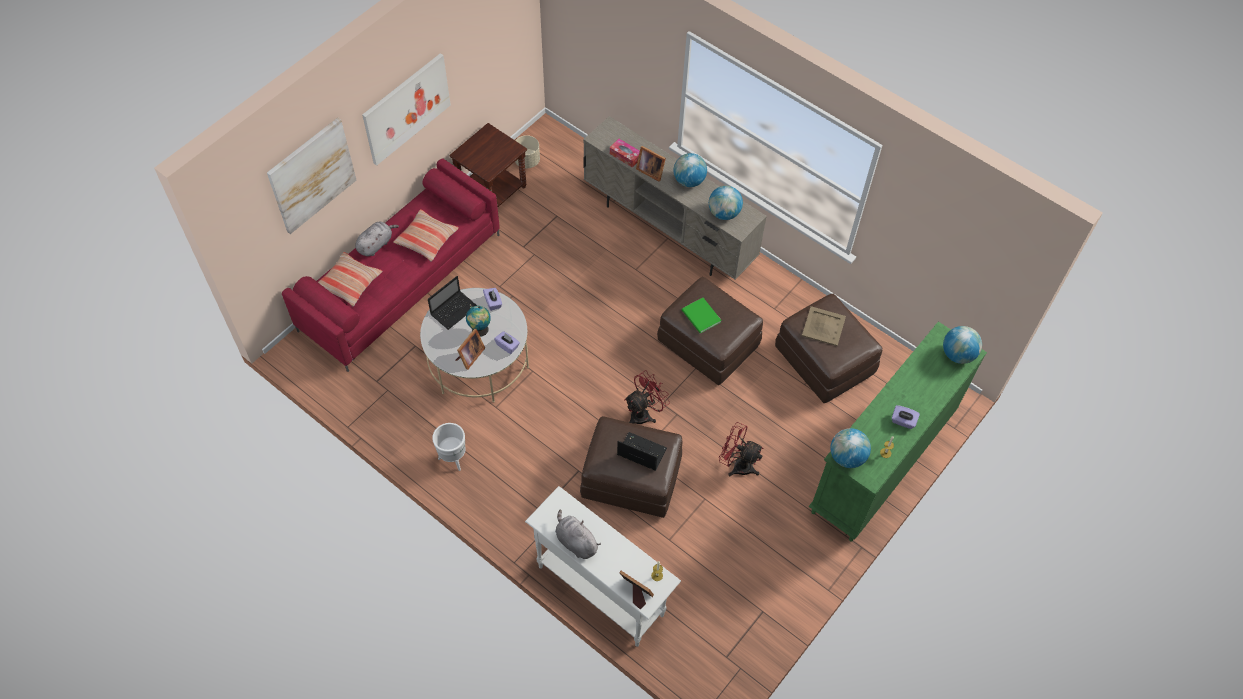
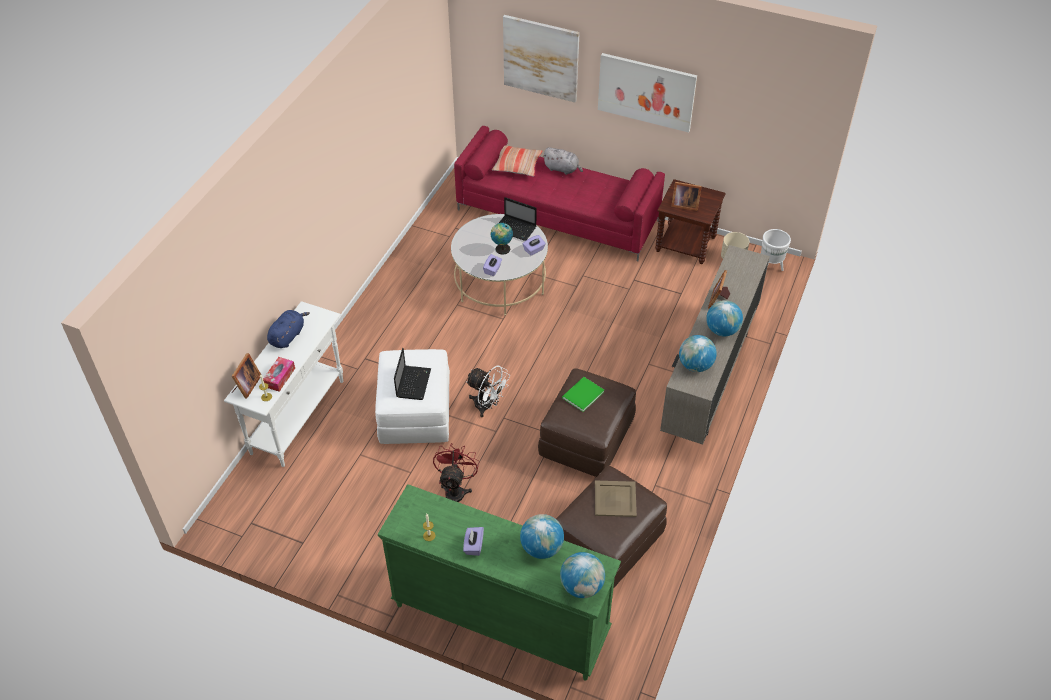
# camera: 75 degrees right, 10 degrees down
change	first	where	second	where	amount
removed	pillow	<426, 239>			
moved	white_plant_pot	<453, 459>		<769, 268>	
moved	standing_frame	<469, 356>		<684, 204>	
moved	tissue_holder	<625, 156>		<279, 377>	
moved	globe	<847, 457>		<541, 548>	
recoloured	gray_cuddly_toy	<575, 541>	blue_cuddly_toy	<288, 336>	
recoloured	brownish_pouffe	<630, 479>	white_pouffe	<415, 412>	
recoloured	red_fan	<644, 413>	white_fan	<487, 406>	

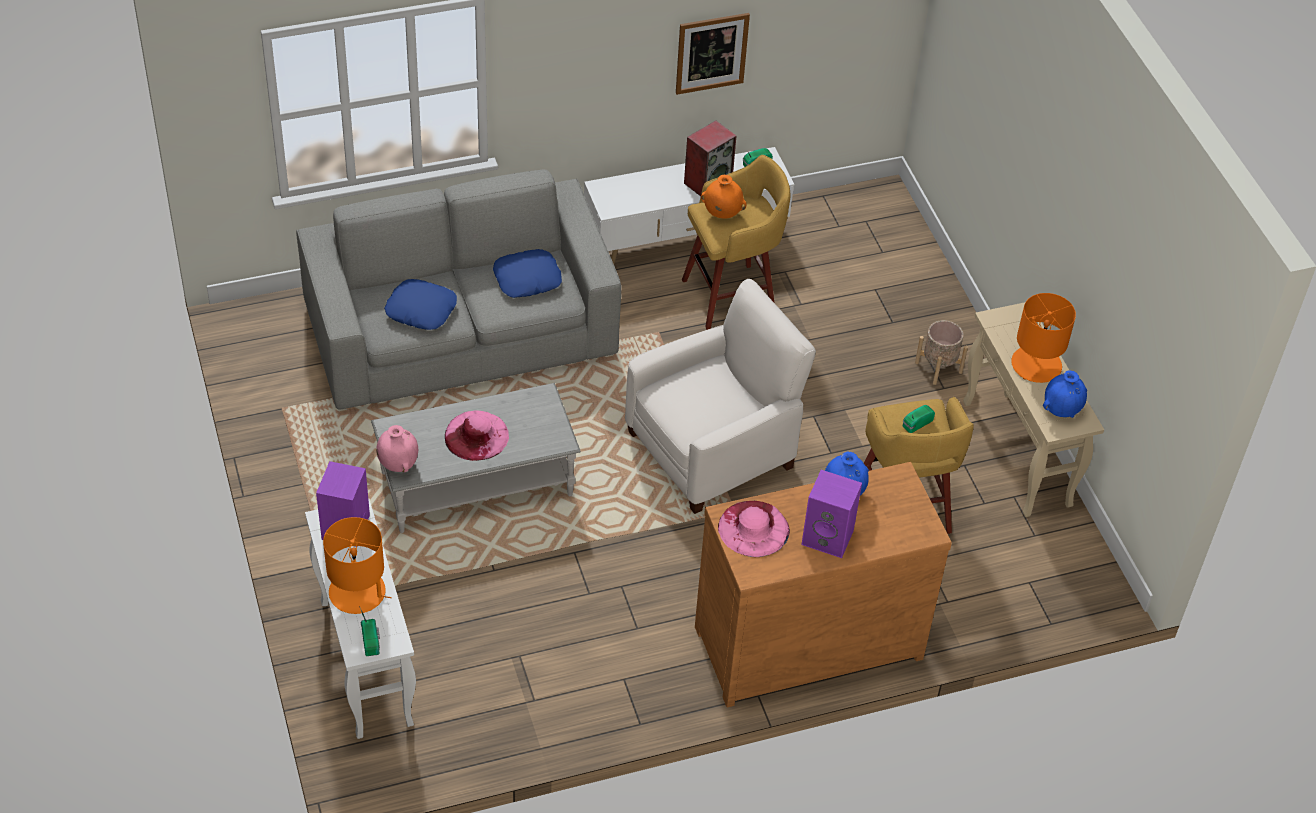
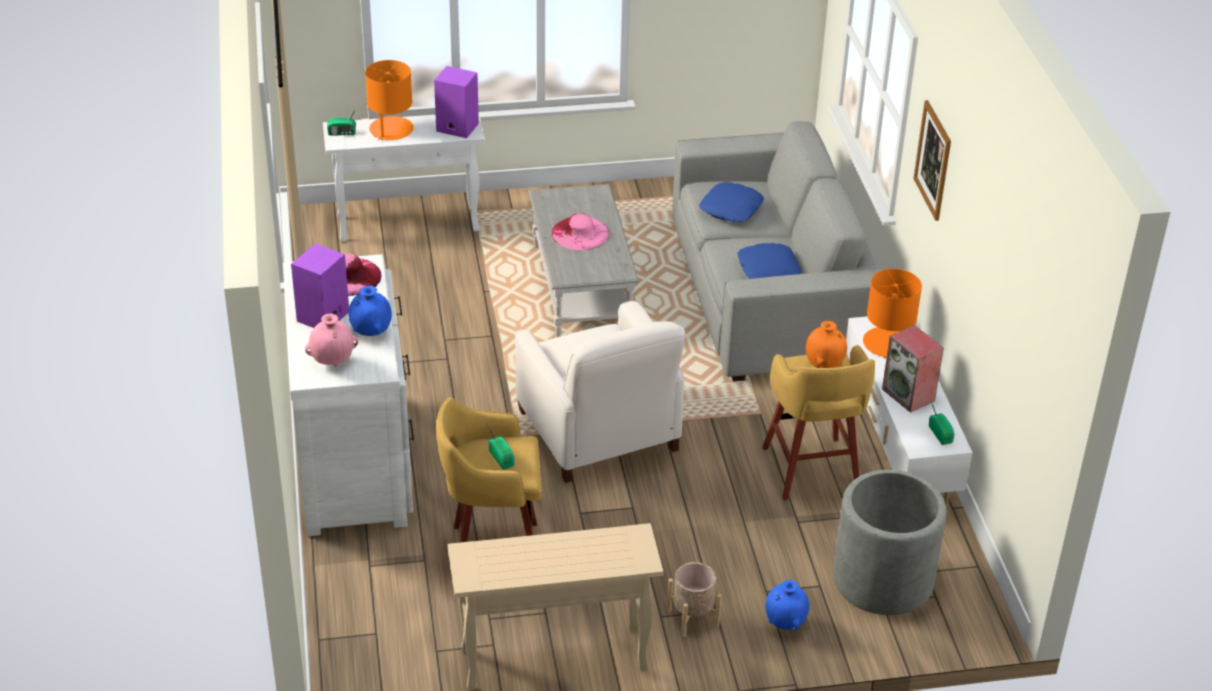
# camera: 100 degrees right, 10 degrees down
change	first	where	second	where	amount
added			gray_plant_pot	<882, 580>	
moved	pink-coloured_vase	<398, 464>		<333, 361>	
moved	wall_picture	<711, 53>		<933, 160>	
moved	orange_tabletop_lamp	<1035, 364>		<888, 343>	
moved	blue_vase	<1061, 410>		<785, 623>	
recoloured	brownish_dresser	<806, 639>	white_dresser	<355, 462>	

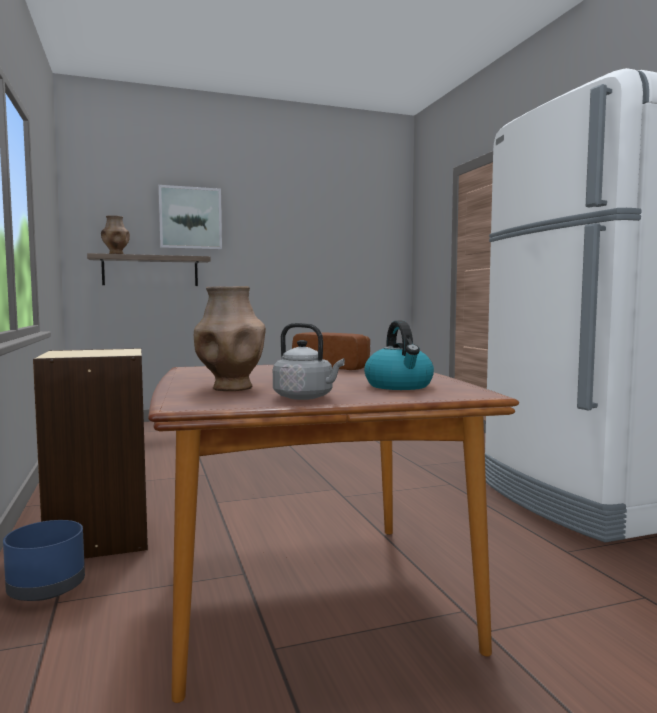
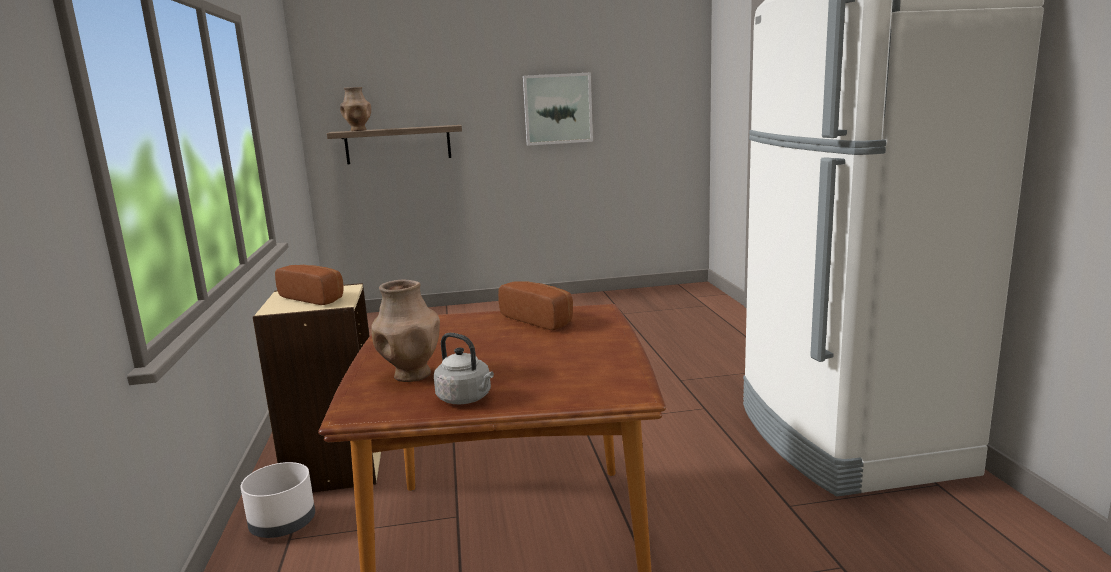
# camera: 10 degrees right, 10 degrees up
change	first	where	second	where	amount
removed	kettle	<399, 386>			
added			bakery_bread	<315, 297>	
moved	wall_picture	<190, 218>		<558, 109>	
recoloured	blue_plant_pot	<47, 588>	white_plant_pot	<283, 523>	

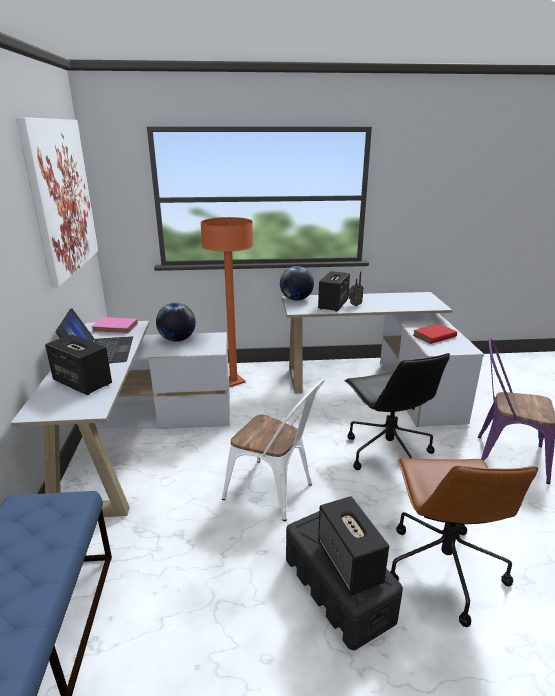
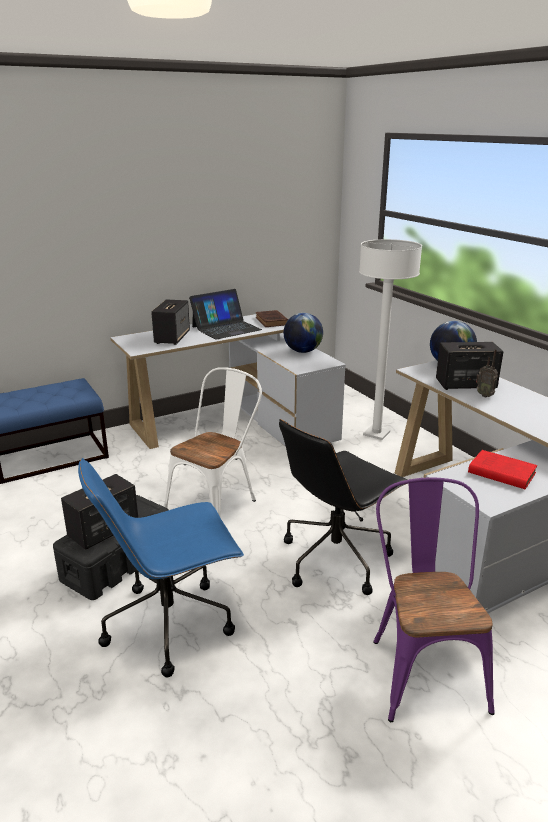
# camera: 65 degrees right, 0 degrees up
change	first	where	second	where	amount
removed	wall_picture	<61, 197>			
recoloured	pink-coloured_volume	<116, 328>	brownish_volume	<272, 321>	
recoloured	orange_floor_lamp	<233, 381>	white_floor_lamp	<376, 434>	
recoloured	brownish_office_chair	<442, 567>	blue_office_chair	<171, 623>	
turned	white_chair	<275, 492>		<217, 503>	150 degrees counterclockwise

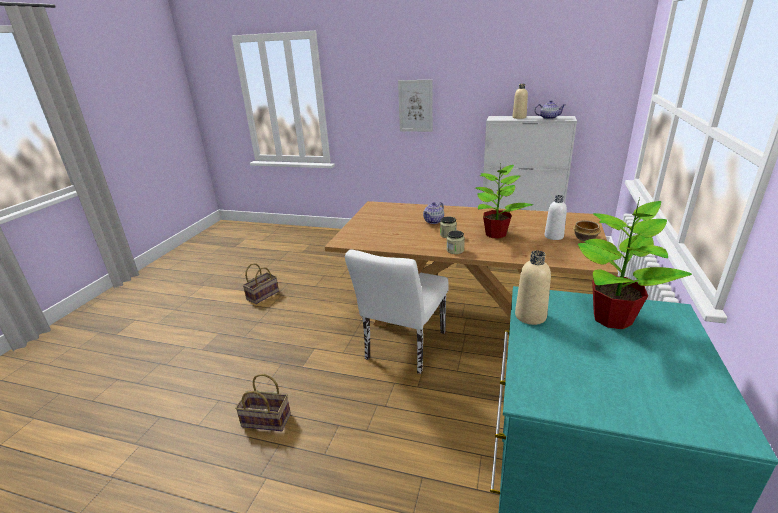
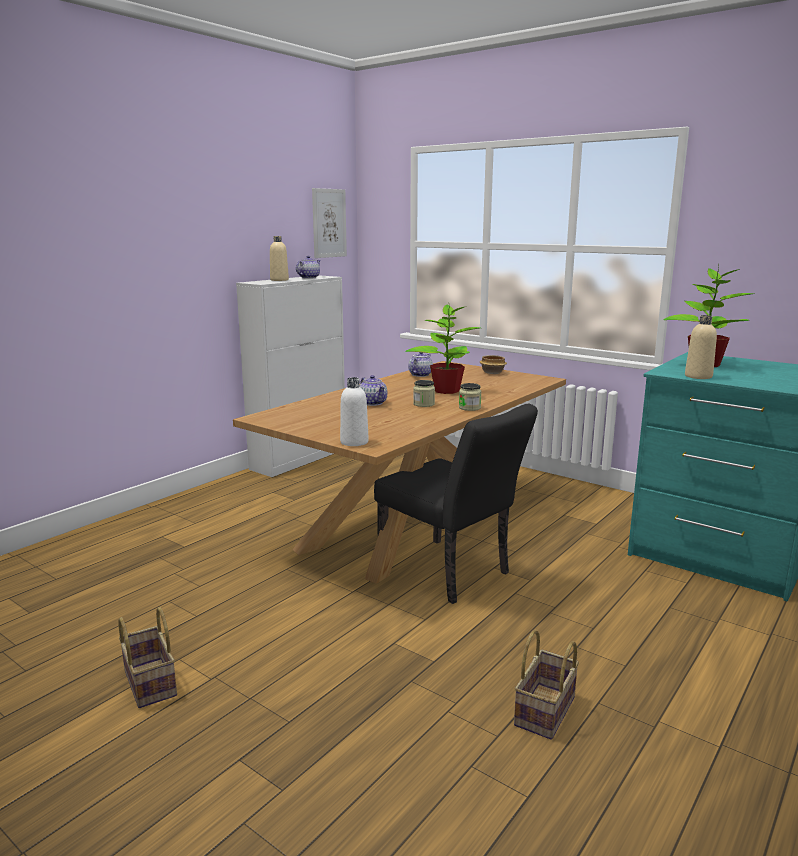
# camera: 70 degrees left, 10 degrees down
change	first	where	second	where	amount
added			pot_for_tea	<420, 375>	
moved	wall_picture	<415, 106>		<329, 223>	
moved	white_beverage_bottle	<553, 236>		<354, 442>	
recoloured	white_chair	<402, 349>	black_chair	<451, 574>	

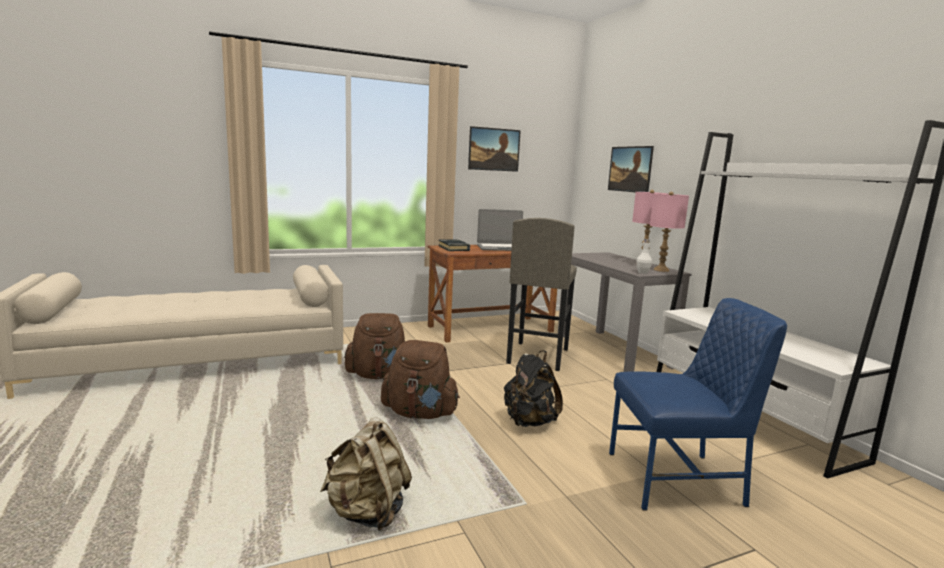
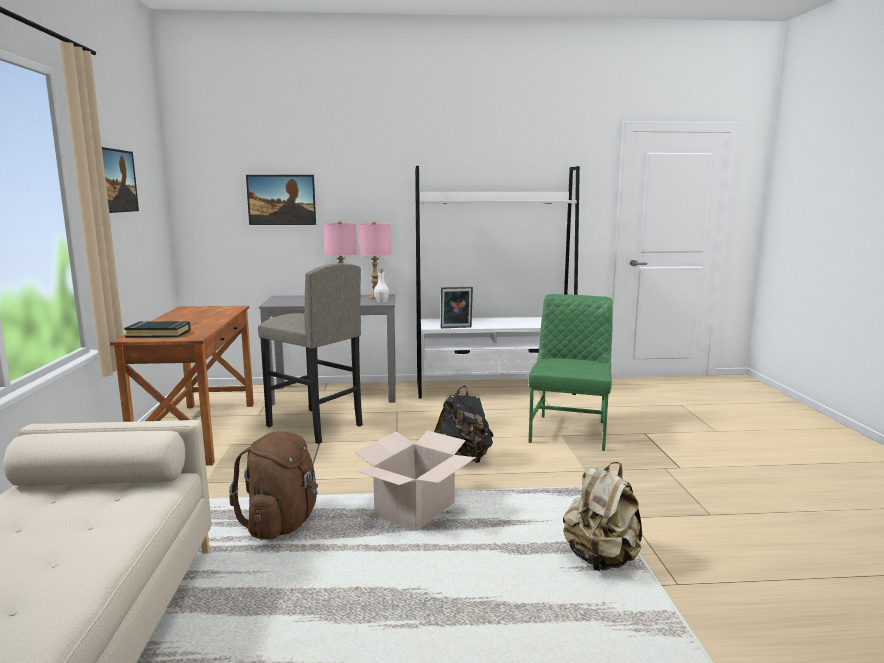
# camera: 70 degrees left, 0 degrees up
change	first	where	second	where	amount
removed	portable_computer	<502, 248>			
added			standing_frame	<456, 328>	
replaced	brownish_rucksack	<420, 413>	cardboard_box	<415, 510>	
recoloured	blue_chair	<677, 479>	greenish_chair	<570, 431>	

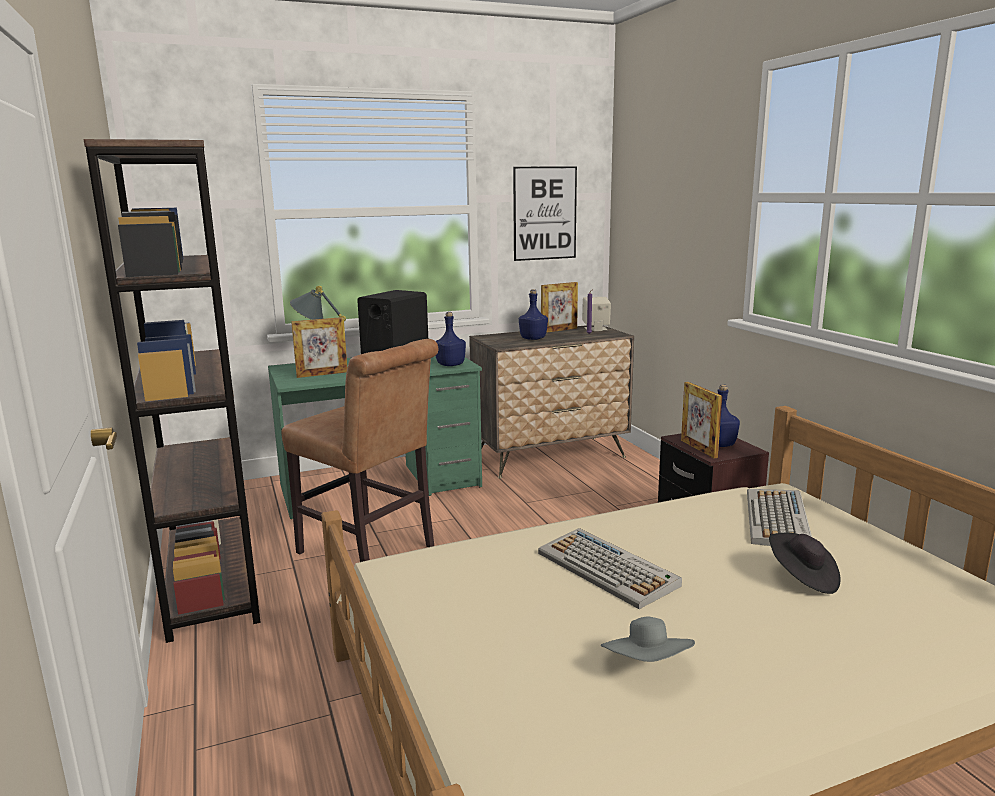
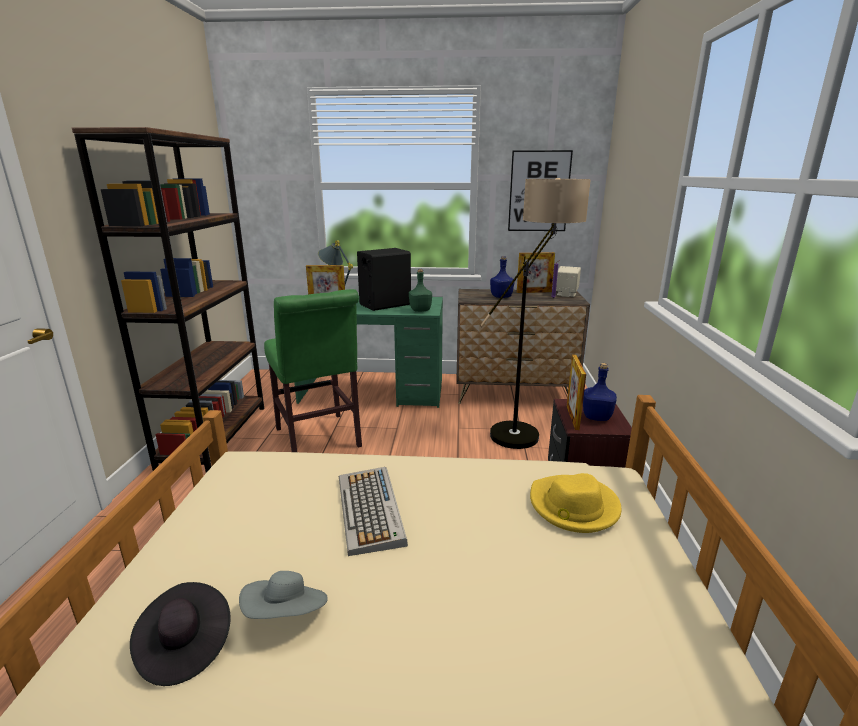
# camera: 25 degrees right, 5 degrees up
change	first	where	second	where	amount
added			floor_lamp	<526, 430>	
moved	black_clothing_hat	<802, 578>		<185, 647>	
replaced	keyboard	<778, 520>	yellowish_clothing_hat	<573, 507>	
recoloured	brownish_chair	<371, 552>	greenish_chair	<319, 440>	
recoloured	blue_beverage_bottle	<450, 365>	greenish_beverage_bottle	<420, 310>	

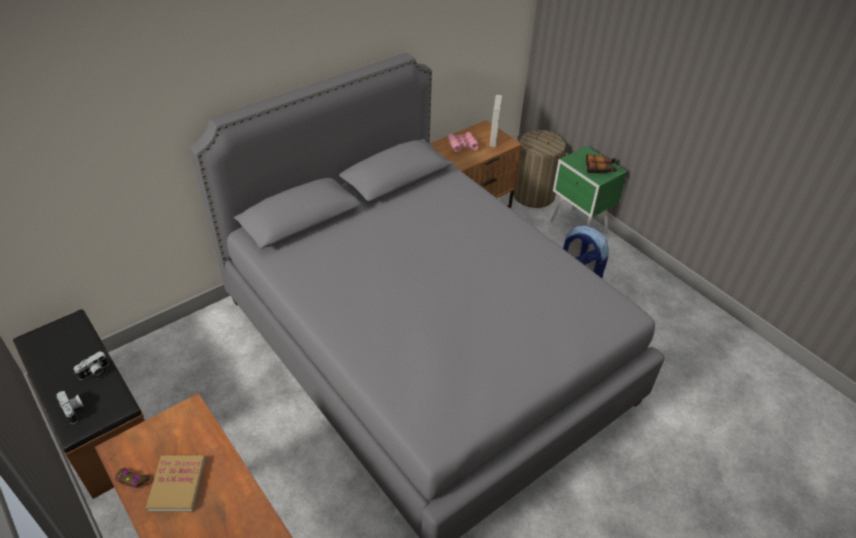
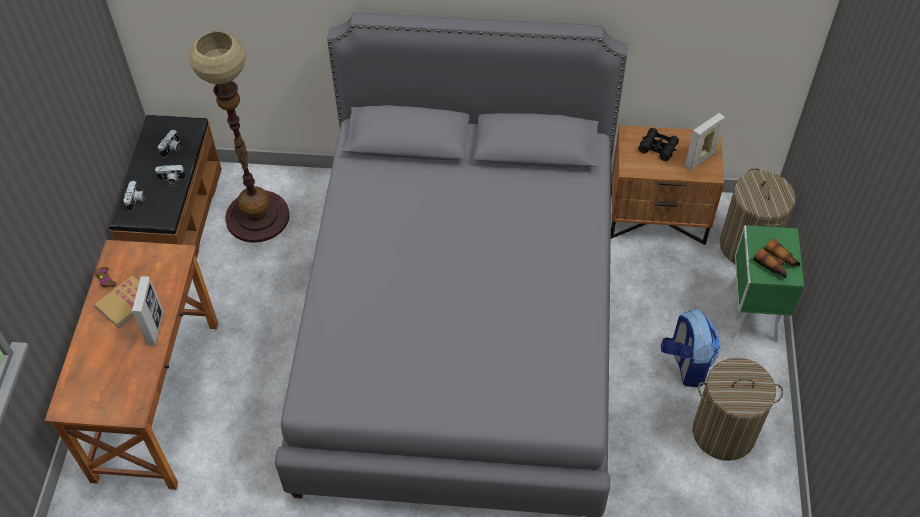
# camera: 45 degrees right, 10 degrees up
change	first	where	second	where	amount
added			standing_frame	<155, 328>	
added			still_camera	<173, 149>	
added			floor_lamp	<258, 216>	
added			hamper	<723, 432>	
recoloured	pink-coloured_field_glasses	<462, 145>	black_field_glasses	<658, 148>	

